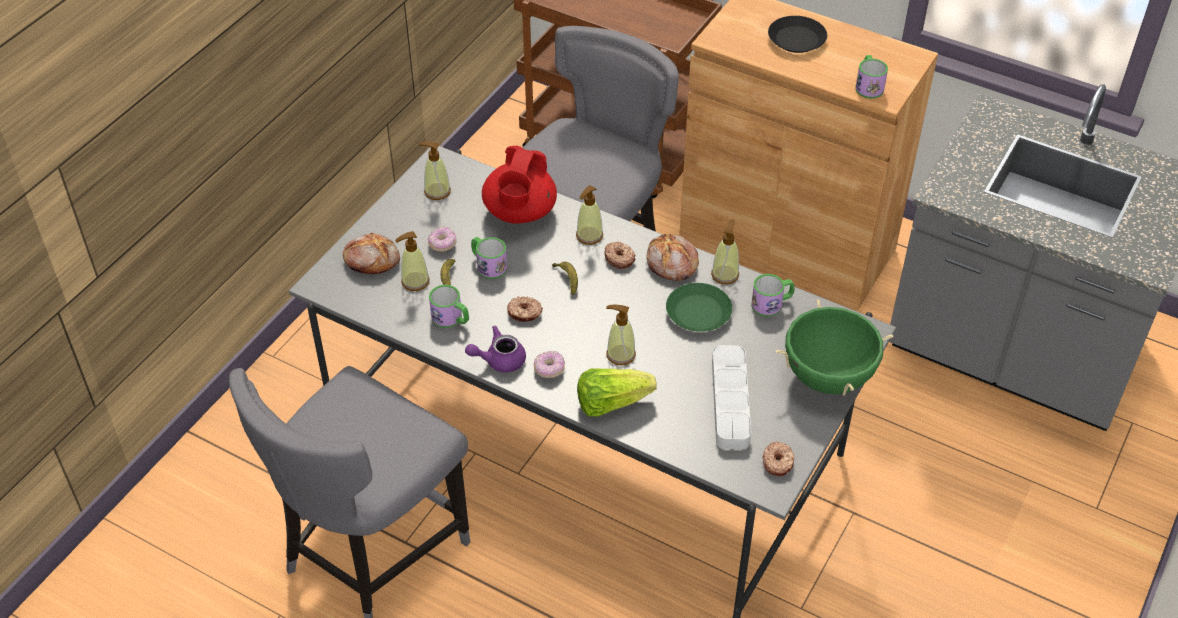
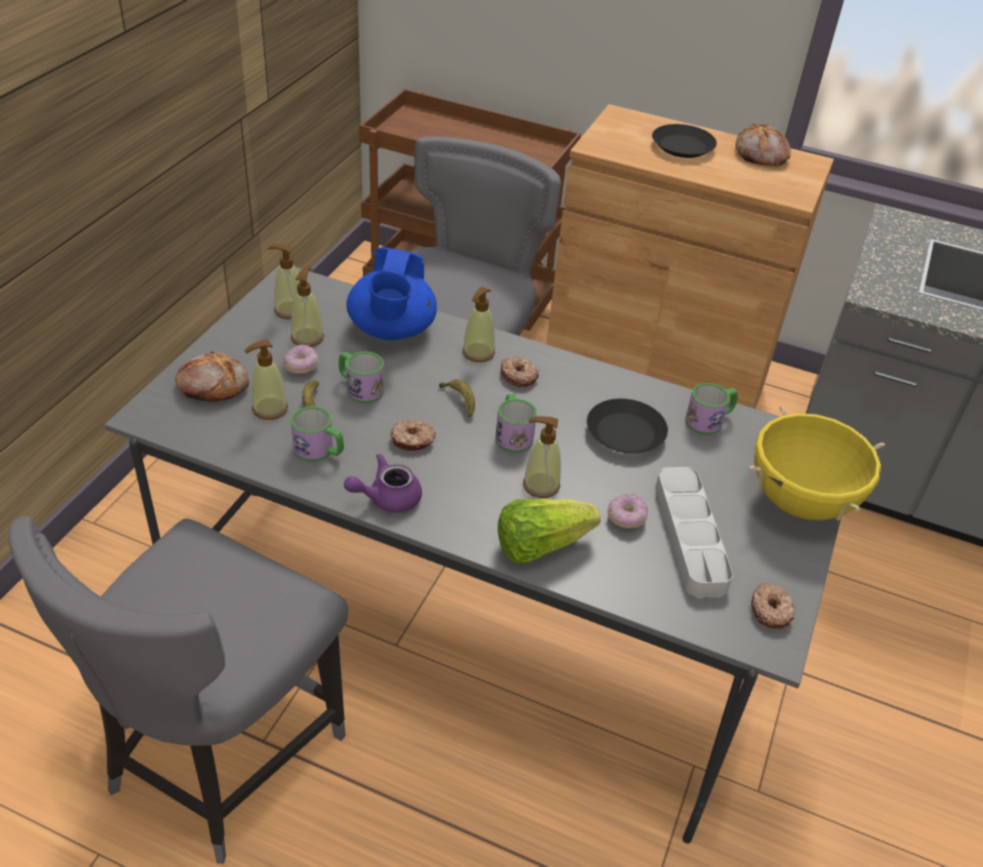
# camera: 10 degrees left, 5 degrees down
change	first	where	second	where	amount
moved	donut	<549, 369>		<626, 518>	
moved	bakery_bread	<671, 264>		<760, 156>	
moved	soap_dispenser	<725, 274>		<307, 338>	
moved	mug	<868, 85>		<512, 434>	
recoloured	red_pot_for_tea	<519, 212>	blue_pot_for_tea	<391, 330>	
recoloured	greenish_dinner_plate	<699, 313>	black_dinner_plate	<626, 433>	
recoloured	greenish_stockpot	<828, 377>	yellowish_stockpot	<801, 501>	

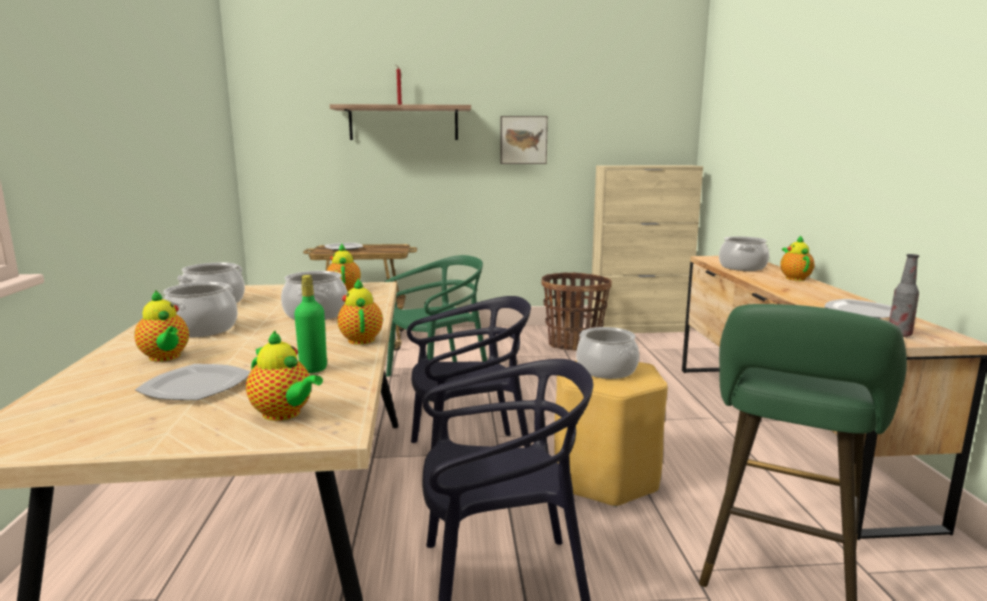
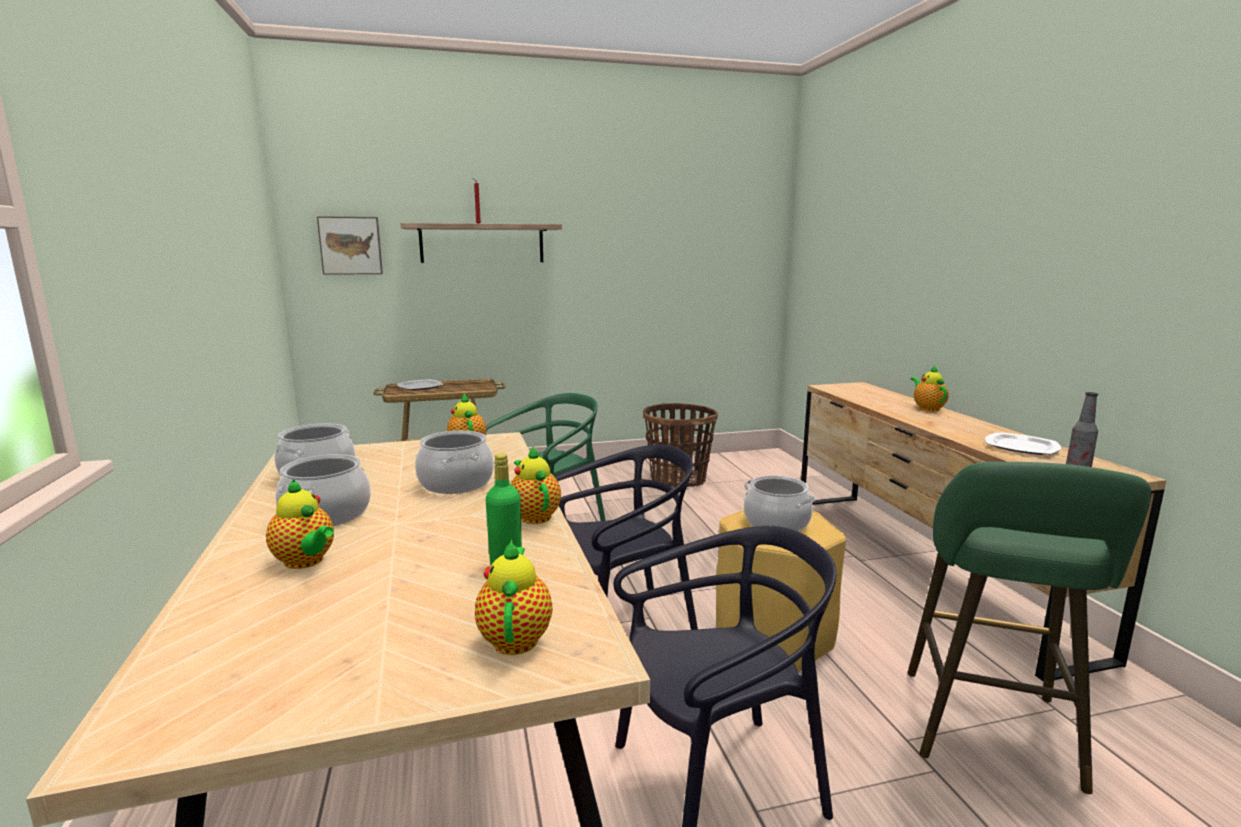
# camera: 10 degrees left, 0 degrees up
change	first	where	second	where	amount
removed	dinner_plate	<196, 386>			
removed	beige_cabinet	<639, 328>			
removed	stockpot	<742, 267>			
moved	wall_picture	<523, 140>		<351, 245>	
turned	pot_for_tea	<284, 414>		<516, 637>	120 degrees counterclockwise

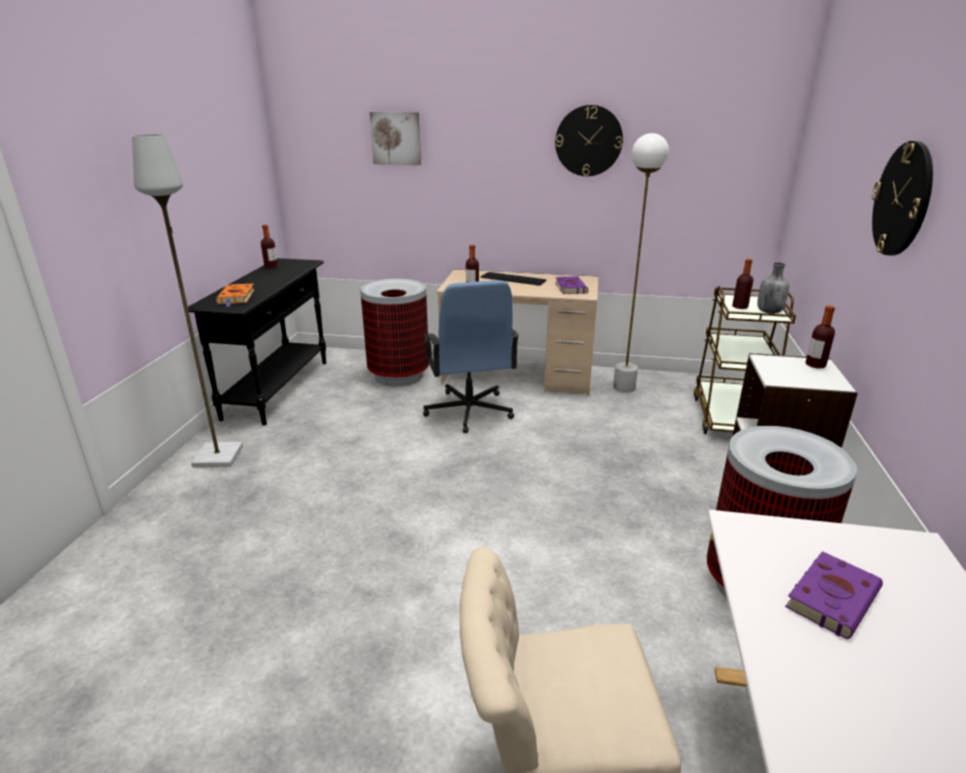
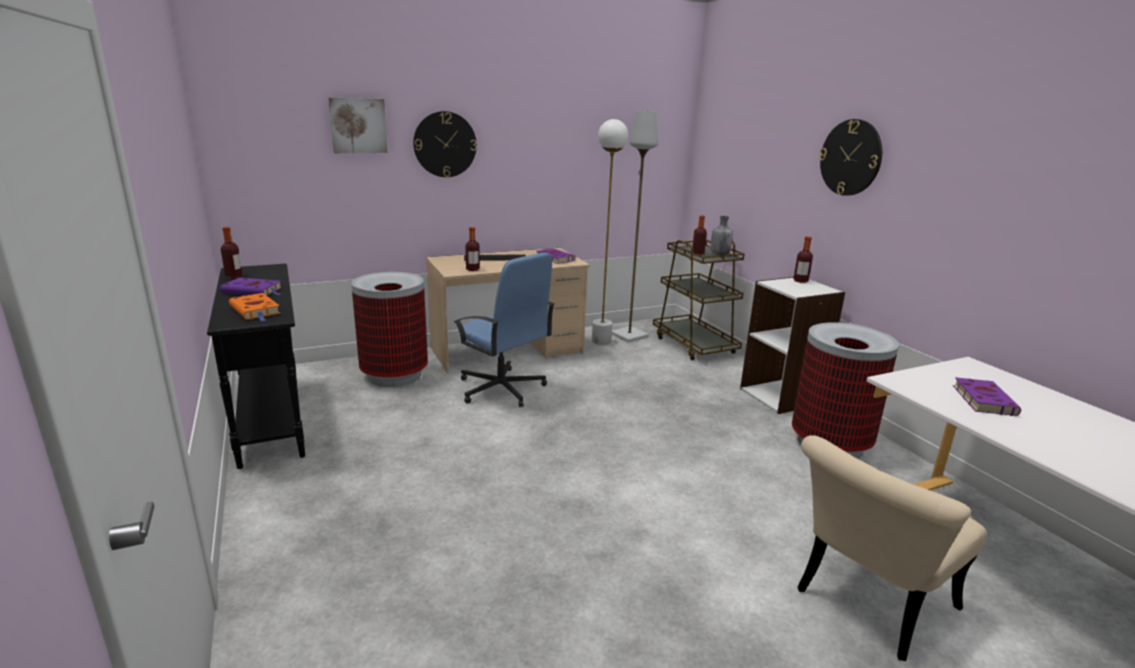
# camera: 35 degrees left, 5 degrees down
change	first	where	second	where	amount
added			purple_volume	<254, 291>	
moved	gray_floor_lamp	<217, 456>		<628, 335>	
moved	wall_clock	<588, 141>		<445, 144>	

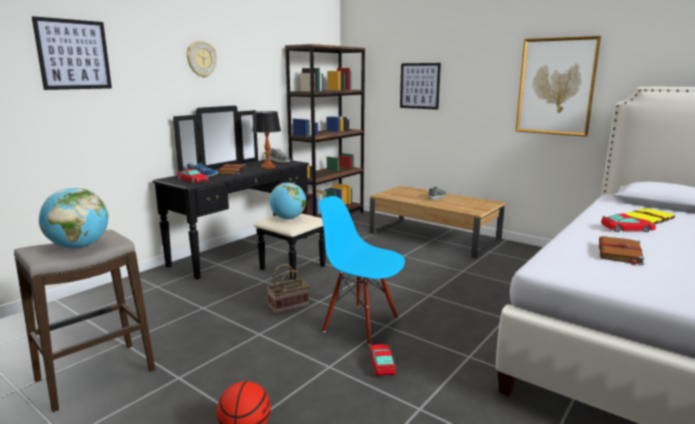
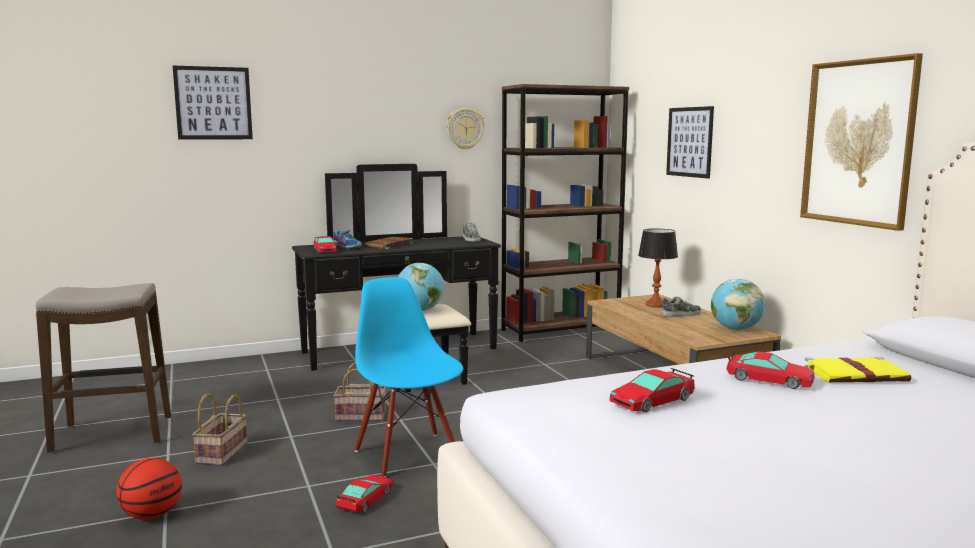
# camera: 30 degrees right, 5 degrees down
change	first	where	second	where	amount
added			storage_basket	<222, 454>	
moved	globe	<79, 247>		<735, 329>	
moved	wall_clock	<201, 59>		<464, 129>	
moved	tabletop_lamp	<268, 167>		<656, 305>	
replaced	brownish_volume	<620, 253>	miniature_car	<652, 400>	

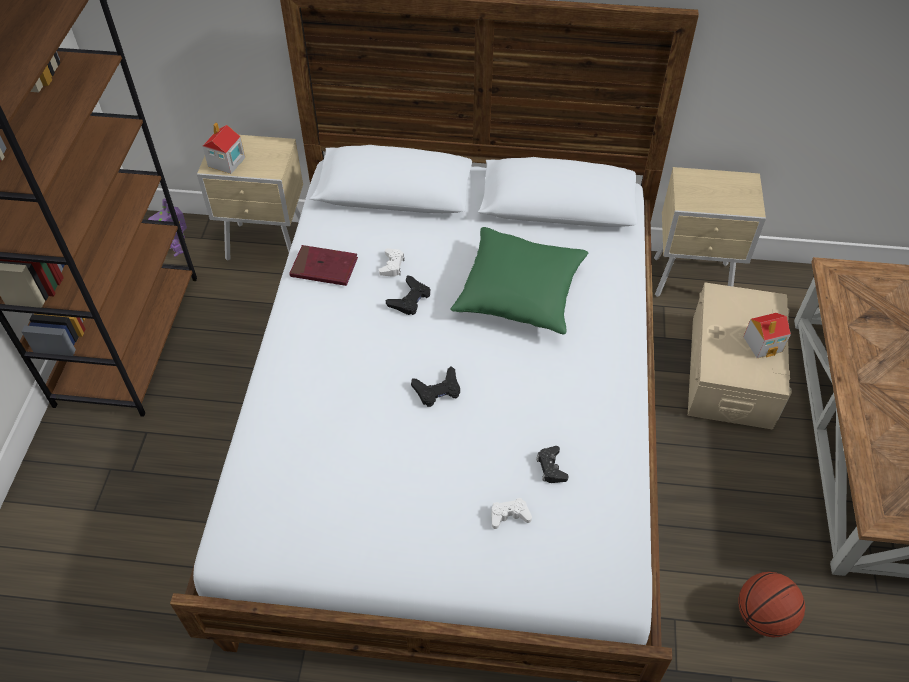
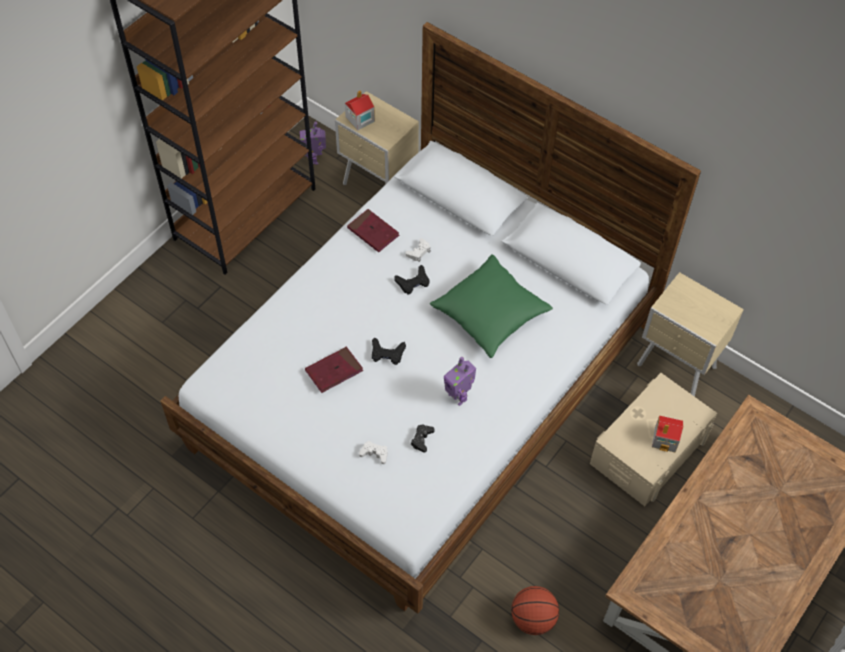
# camera: 30 degrees right, 5 degrees up
change	first	where	second	where	amount
added			red_volume	<334, 371>	
added			model_robot	<458, 396>	

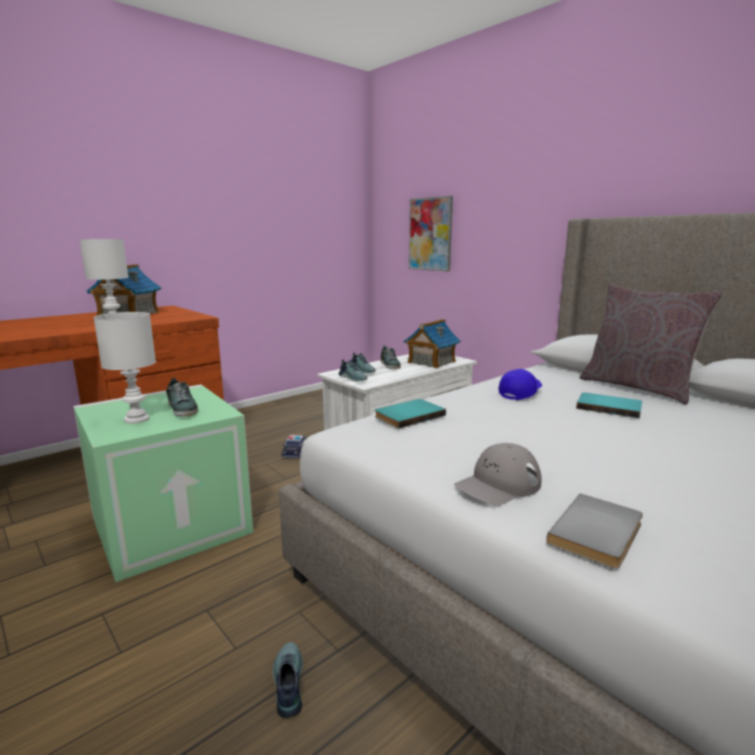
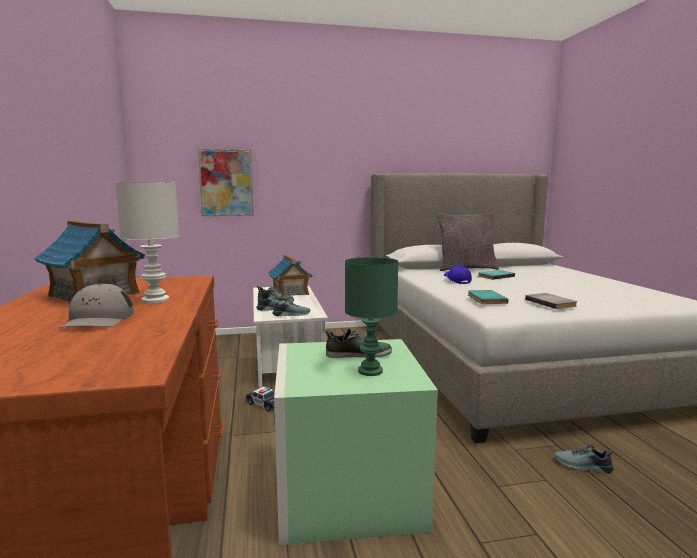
# camera: 60 degrees left, 5 degrees down
change	first	where	second	where	amount
moved	gray_cap	<498, 485>		<98, 319>	
moved	gray_volume	<599, 534>		<551, 303>	
recoloured	white_tabletop_lamp	<135, 419>	greenish_tabletop_lamp	<370, 371>	

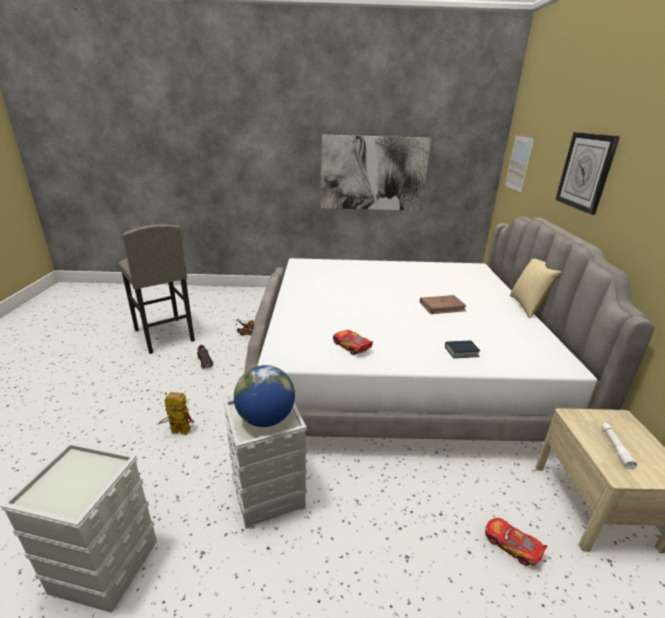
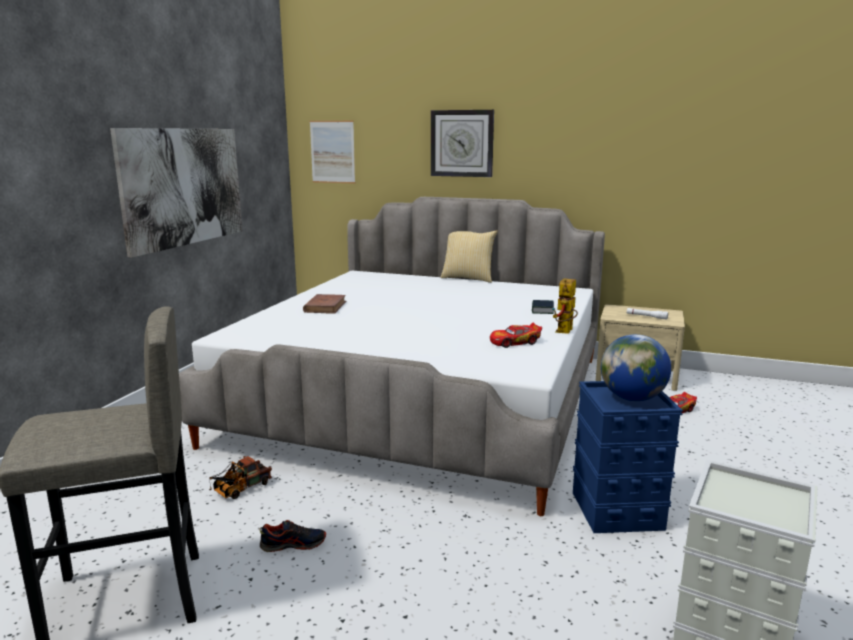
# camera: 70 degrees left, 10 degrees down
change	first	where	second	where	amount
moved	model_robot	<176, 431>		<565, 332>	
moved	brownish_volume	<442, 307>		<325, 307>	
recoloured	gray_storage_bin	<269, 492>	blue_storage_bin	<615, 510>	

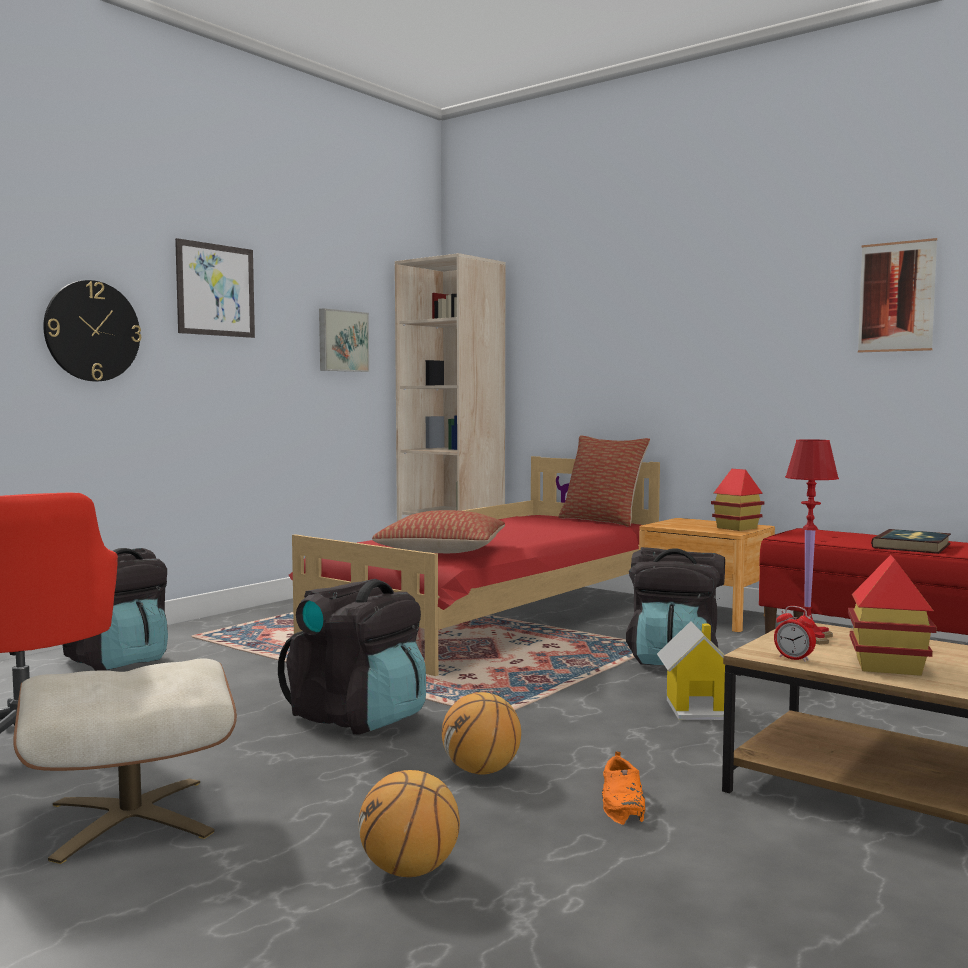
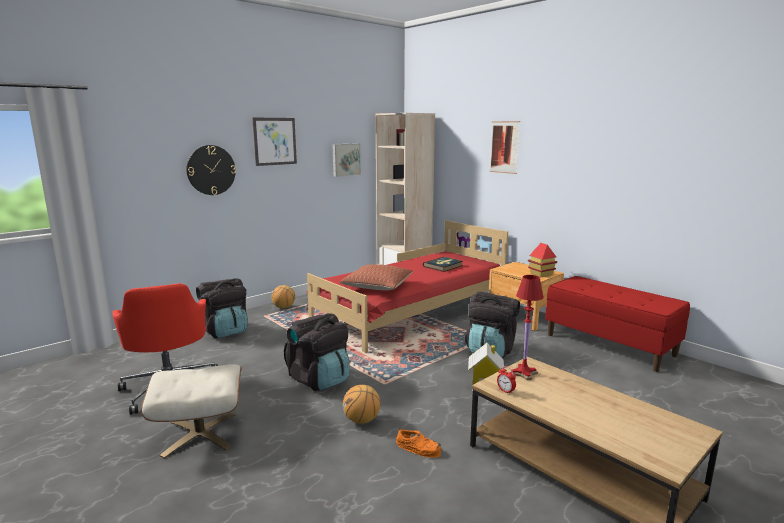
# camera: 10 degrees right, 10 degrees up
change	first	where	second	where	amount
removed	pillow	<602, 521>			
removed	model_house	<888, 666>			
moved	ball_for_basketball	<410, 871>		<284, 307>	
moved	wall_picture	<896, 297>		<504, 147>	
moved	volume	<912, 546>		<443, 266>	
turned	orange_low_shoe	<623, 802>		<419, 448>	75 degrees counterclockwise

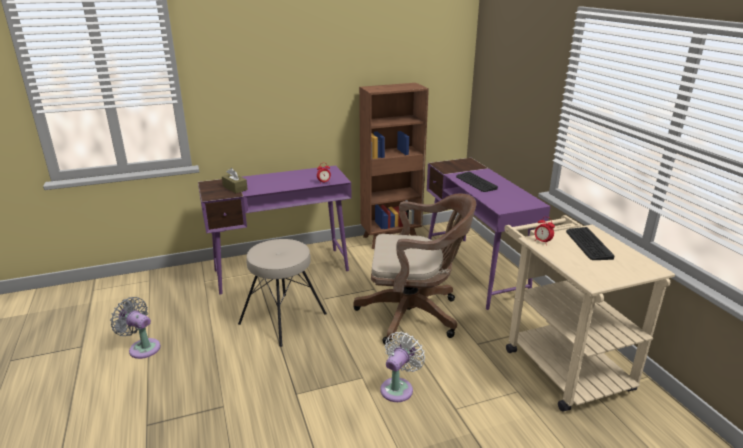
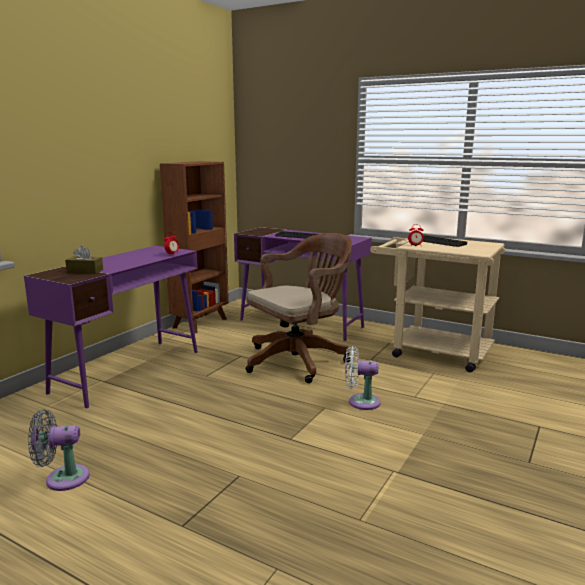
# camera: 40 degrees left, 10 degrees down
change	first	where	second	where	amount
removed	beige_sitting_stool	<283, 319>			
turned	white_fan	<398, 388>		<360, 402>	75 degrees counterclockwise

